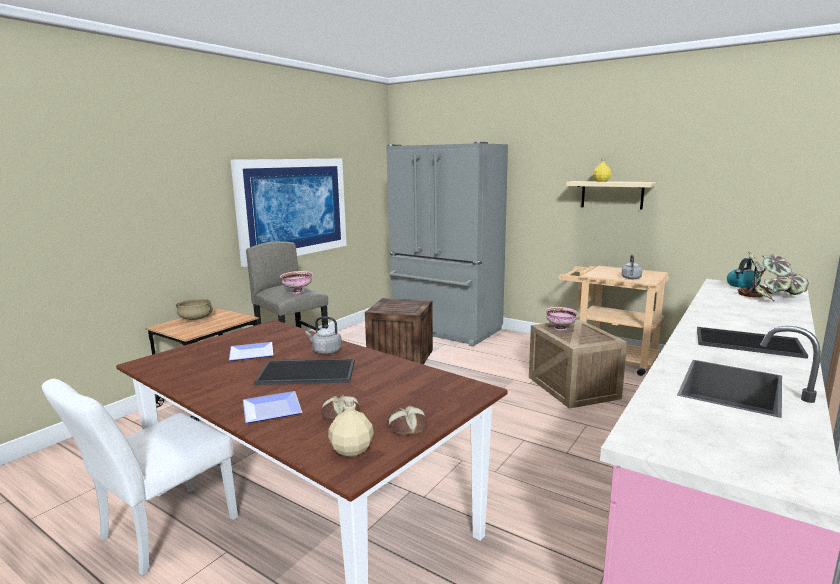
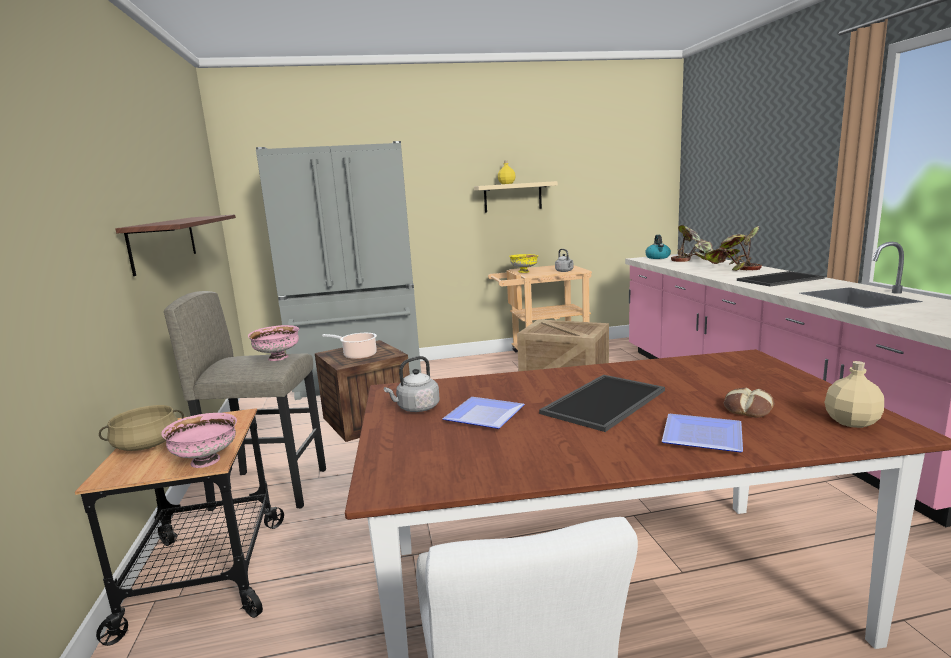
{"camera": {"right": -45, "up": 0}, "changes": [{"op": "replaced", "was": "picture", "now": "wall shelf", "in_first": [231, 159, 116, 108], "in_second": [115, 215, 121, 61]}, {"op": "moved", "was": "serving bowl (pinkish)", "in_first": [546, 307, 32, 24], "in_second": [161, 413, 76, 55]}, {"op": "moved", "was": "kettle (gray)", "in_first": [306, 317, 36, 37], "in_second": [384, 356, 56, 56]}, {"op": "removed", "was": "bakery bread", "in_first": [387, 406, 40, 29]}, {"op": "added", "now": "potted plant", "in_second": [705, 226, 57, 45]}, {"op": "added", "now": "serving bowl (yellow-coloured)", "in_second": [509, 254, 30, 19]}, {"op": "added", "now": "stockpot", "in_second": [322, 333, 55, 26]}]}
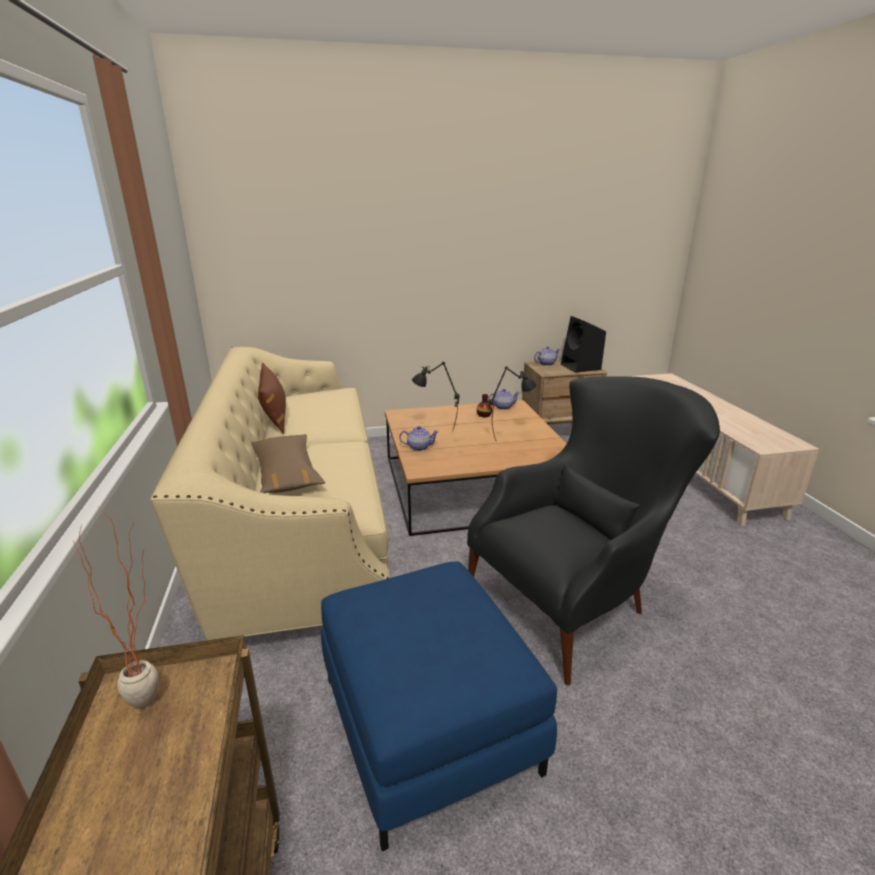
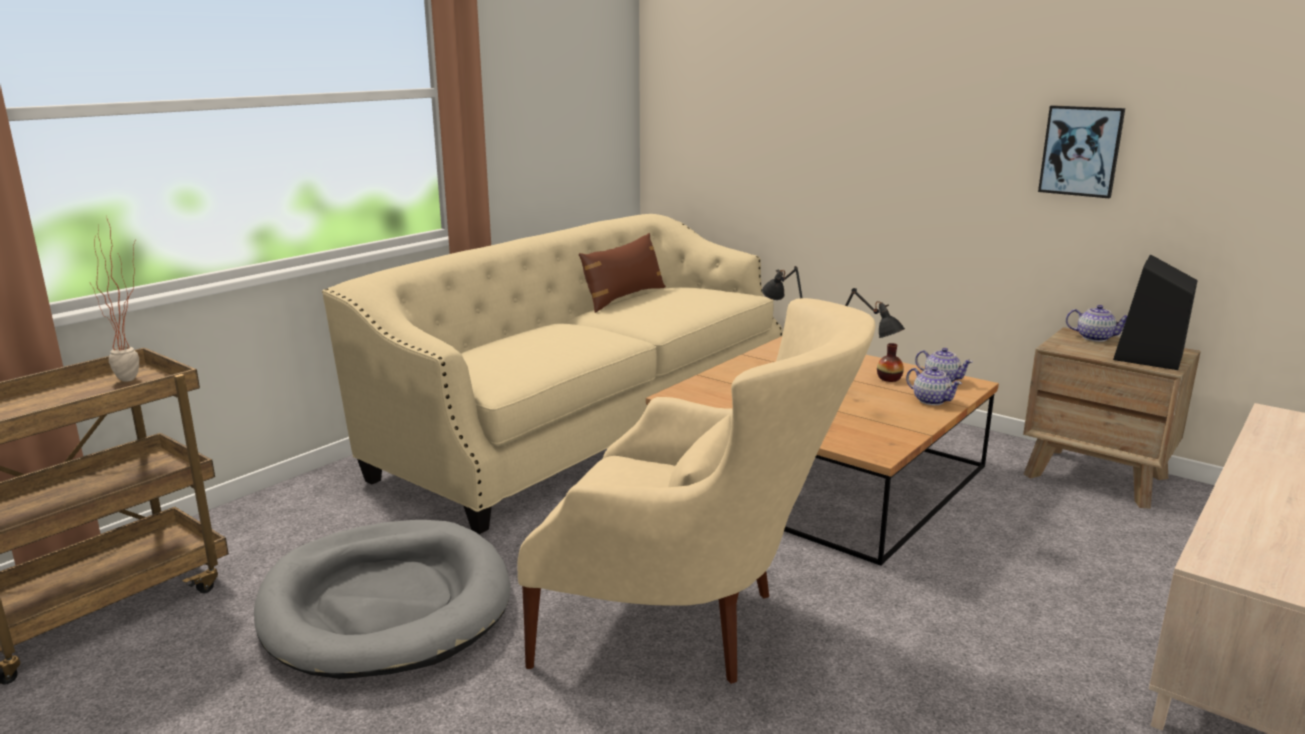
{"camera": {"right": 50, "up": -5}, "changes": [{"op": "recoloured", "was": "lounge chair (black-coloured)", "now": "lounge chair (sand-coloured)", "in_first": [467, 376, 253, 310], "in_second": [517, 298, 359, 386]}, {"op": "moved", "was": "teapot", "in_first": [399, 426, 40, 25], "in_second": [906, 367, 56, 38]}, {"op": "removed", "was": "pillow (brown-coloured)", "in_first": [251, 434, 74, 59]}, {"op": "replaced", "was": "ottoman (blue-coloured)", "now": "dog bed (gray)", "in_first": [321, 561, 236, 290], "in_second": [254, 520, 257, 159]}, {"op": "added", "now": "picture", "in_second": [1038, 105, 87, 93]}]}
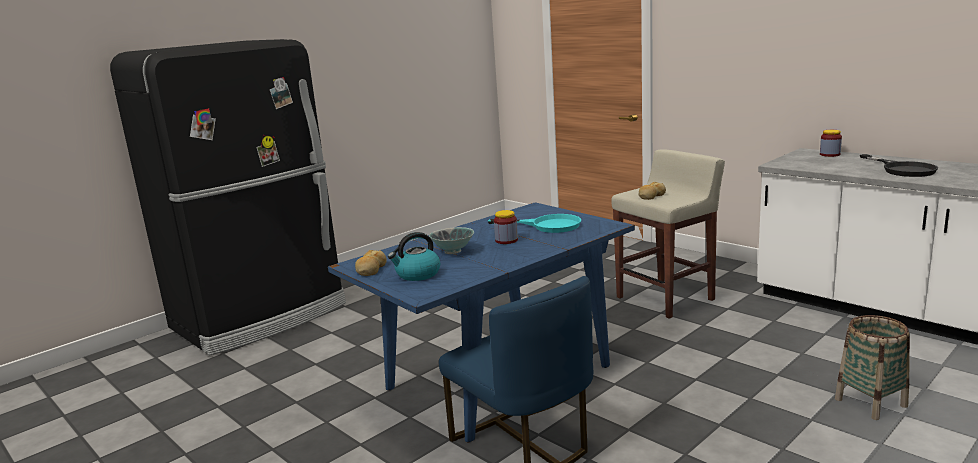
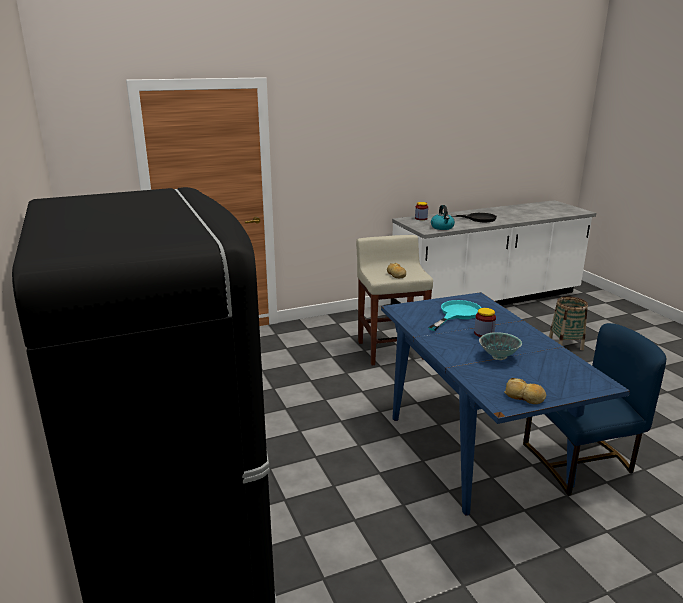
{"camera": {"right": -70, "up": 5}, "changes": [{"op": "moved", "was": "kettle", "in_first": [388, 232, 52, 49], "in_second": [431, 205, 24, 25]}]}
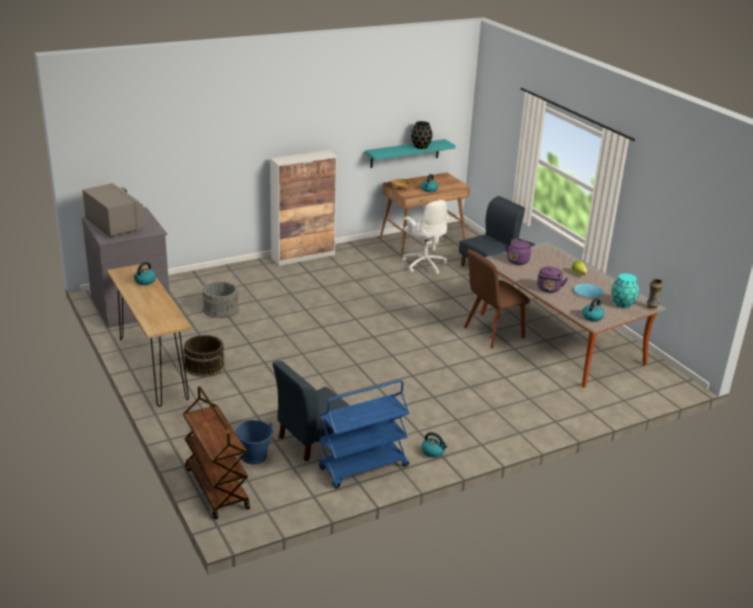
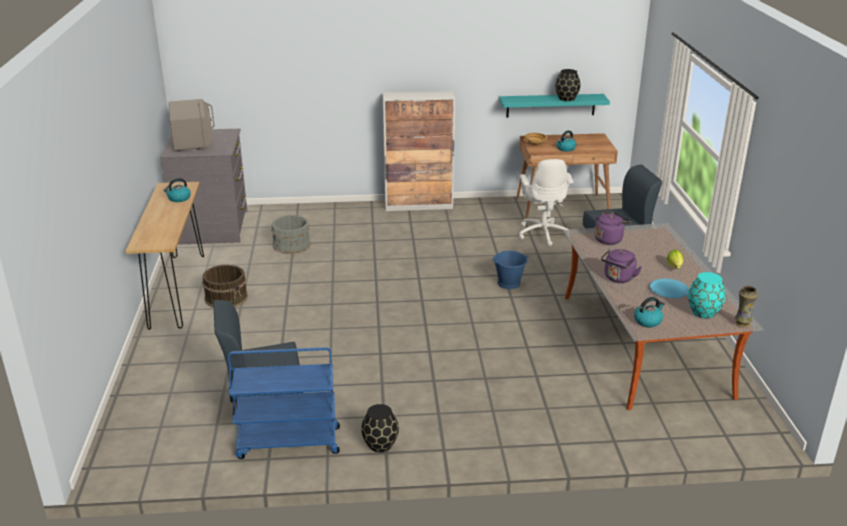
{"camera": {"right": 25, "up": 0}, "changes": [{"op": "removed", "was": "chair (brown-coloured)", "in_first": [464, 249, 66, 100]}, {"op": "removed", "was": "cart (brown-coloured)", "in_first": [183, 386, 67, 133]}, {"op": "moved", "was": "water bucket (blue-coloured)", "in_first": [235, 420, 38, 45], "in_second": [492, 250, 37, 39]}, {"op": "replaced", "was": "kettle", "now": "vase (black-coloured)", "in_first": [421, 432, 27, 26], "in_second": [361, 404, 38, 49]}]}
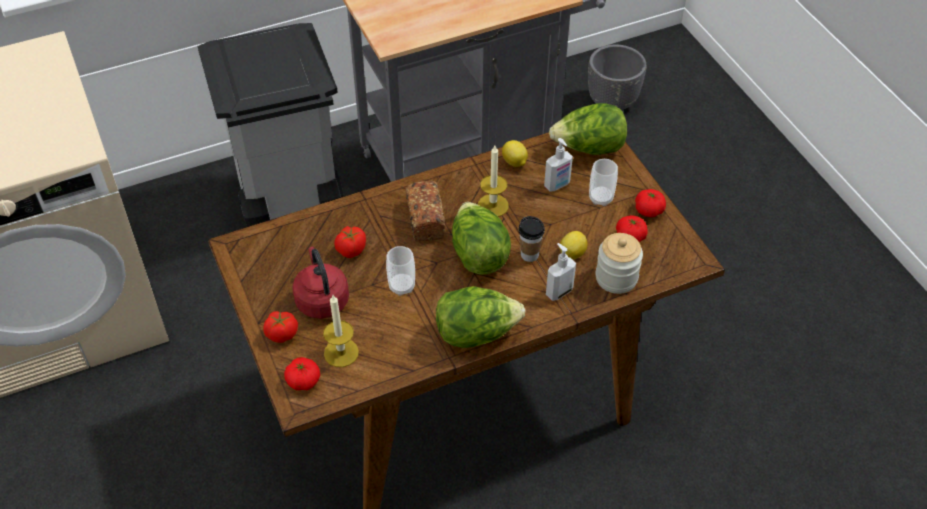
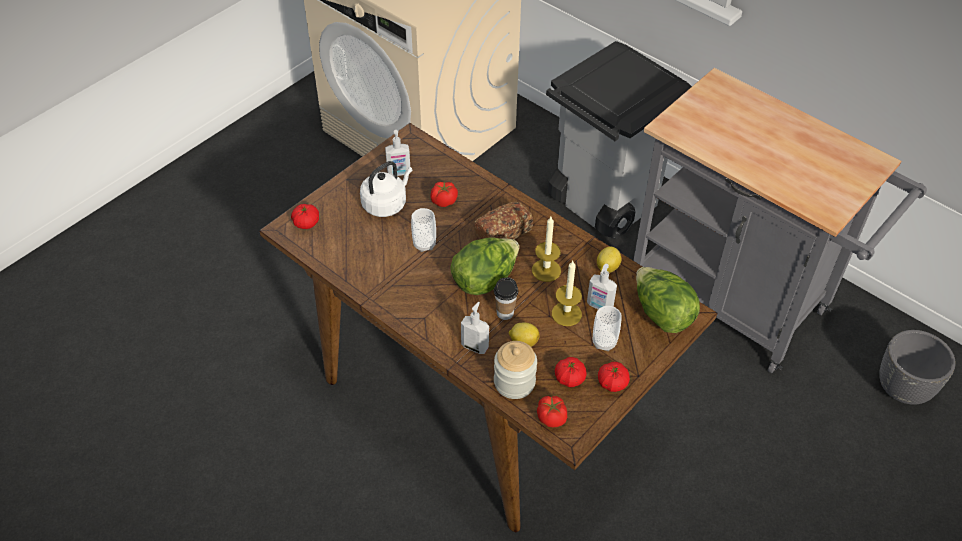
{"camera": {"right": 65, "up": 0}, "changes": [{"op": "recoloured", "was": "kettle (reddish)", "now": "kettle (white-coloured)", "in_first": [293, 246, 56, 73], "in_second": [360, 161, 53, 56]}, {"op": "removed", "was": "lettuce", "in_first": [436, 286, 89, 62]}, {"op": "moved", "was": "wax light", "in_first": [323, 295, 36, 72], "in_second": [552, 261, 30, 65]}, {"op": "moved", "was": "whole tomato", "in_first": [263, 311, 35, 32], "in_second": [537, 396, 30, 32]}, {"op": "added", "now": "soap dispenser", "in_second": [385, 130, 25, 46]}]}
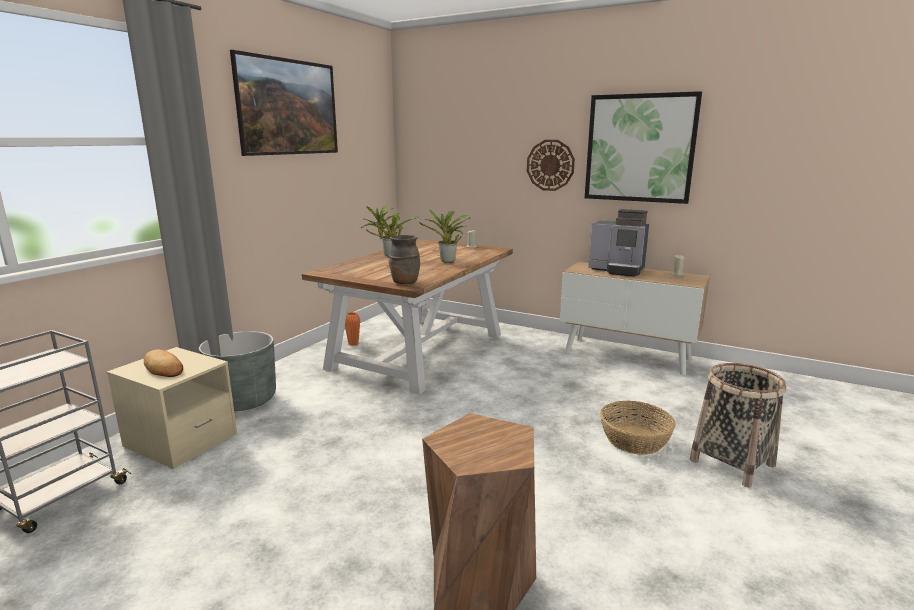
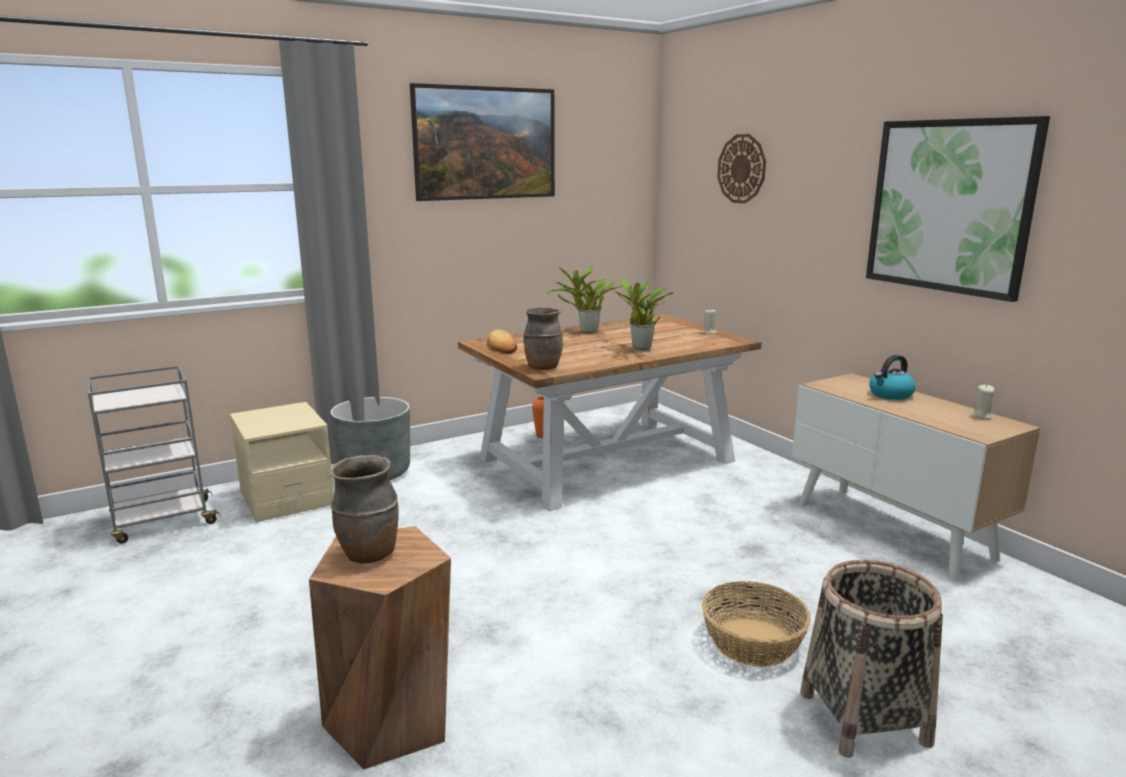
{"camera": {"right": 30, "up": 0}, "changes": [{"op": "moved", "was": "clock on the wall", "in_first": [527, 140, 48, 51], "in_second": [717, 134, 49, 70]}, {"op": "replaced", "was": "coffee machine", "now": "kettle", "in_first": [588, 209, 61, 68], "in_second": [869, 355, 47, 45]}, {"op": "moved", "was": "bakery bread", "in_first": [144, 349, 39, 28], "in_second": [487, 330, 30, 23]}, {"op": "added", "now": "vase (brown-coloured)", "in_second": [330, 455, 69, 109]}]}
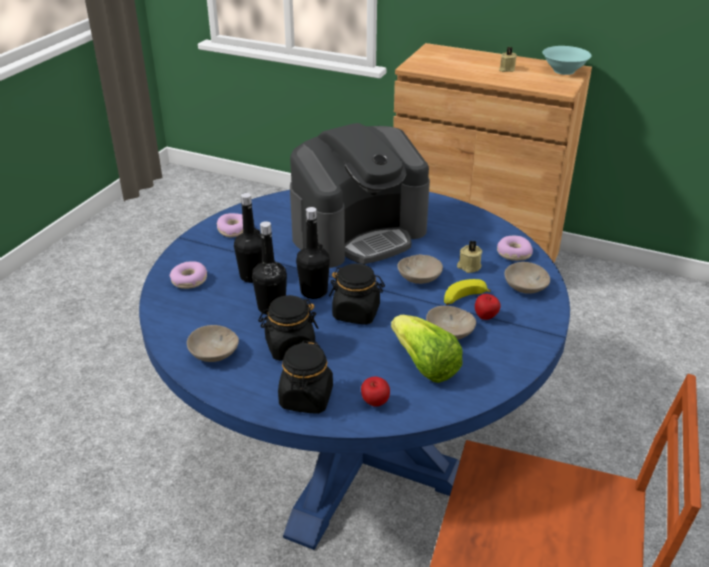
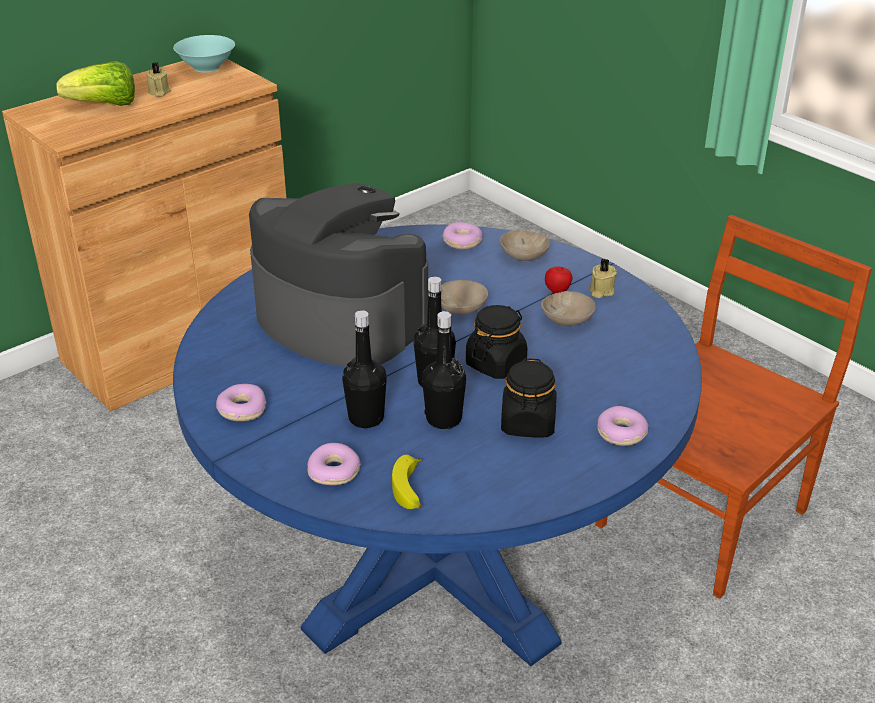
{"camera": {"right": -65, "up": 0}, "changes": [{"op": "turned", "was": "coffee machine", "in_first": [290, 123, 140, 145], "in_second": [249, 183, 179, 184], "clockwise": -45}, {"op": "moved", "was": "wax light (sand-coloured)", "in_first": [457, 241, 25, 32], "in_second": [590, 259, 27, 39]}, {"op": "moved", "was": "whole banana", "in_first": [444, 279, 47, 26], "in_second": [392, 455, 29, 54]}, {"op": "moved", "was": "lettuce", "in_first": [391, 315, 72, 68], "in_second": [56, 61, 79, 45]}, {"op": "removed", "was": "serving bowl (sand-coloured)", "in_first": [187, 325, 52, 37]}, {"op": "replaced", "was": "jar (black-coloured)", "now": "donut", "in_first": [278, 340, 55, 74], "in_second": [597, 406, 52, 40]}, {"op": "removed", "was": "apple", "in_first": [361, 377, 29, 30]}]}
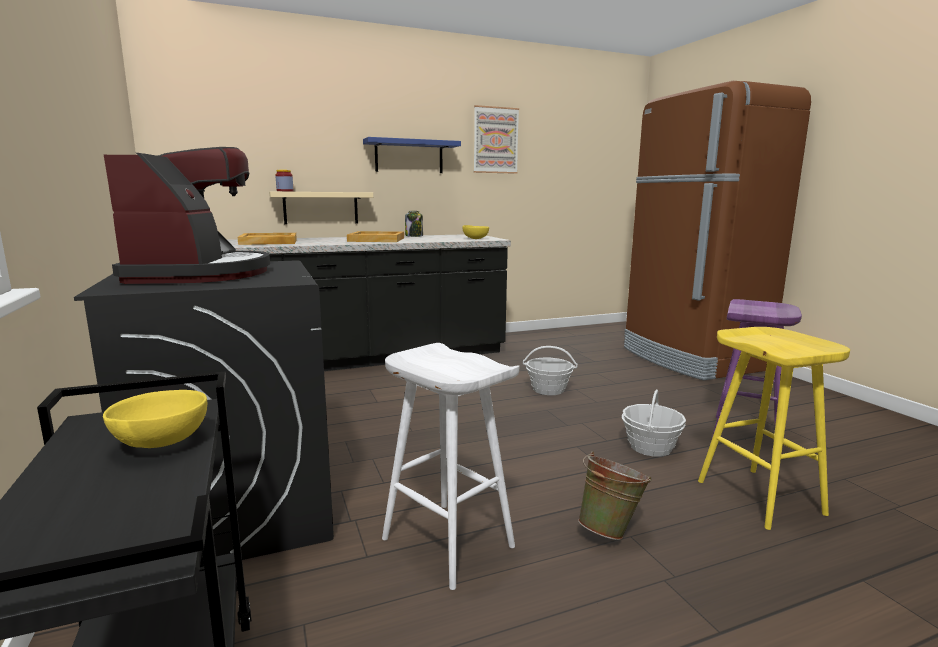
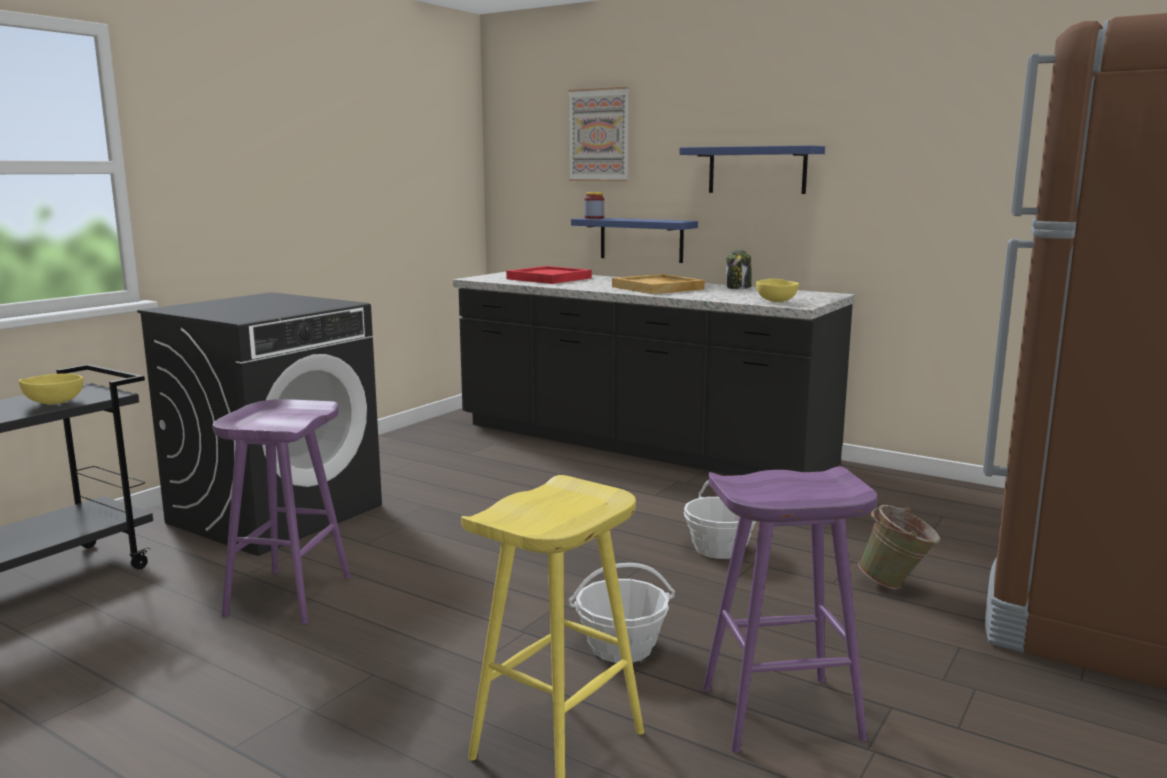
{"camera": {"right": 55, "up": 0}, "changes": [{"op": "moved", "was": "picture", "in_first": [473, 105, 46, 69], "in_second": [569, 87, 60, 95]}, {"op": "removed", "was": "coffee machine", "in_first": [104, 147, 166, 137]}, {"op": "recoloured", "was": "wall shelf (sand-coloured)", "now": "wall shelf (blue-coloured)", "in_first": [269, 192, 104, 32], "in_second": [571, 218, 127, 45]}, {"op": "recoloured", "was": "tray (sand-coloured)", "now": "tray (reddish)", "in_first": [238, 233, 59, 12], "in_second": [506, 266, 86, 18]}, {"op": "recoloured", "was": "stool seat (white-coloured)", "now": "stool seat (purplish)", "in_first": [382, 343, 137, 247], "in_second": [212, 399, 139, 225]}, {"op": "moved", "was": "water bucket (greenish)", "in_first": [578, 451, 74, 89], "in_second": [858, 505, 82, 84]}]}
